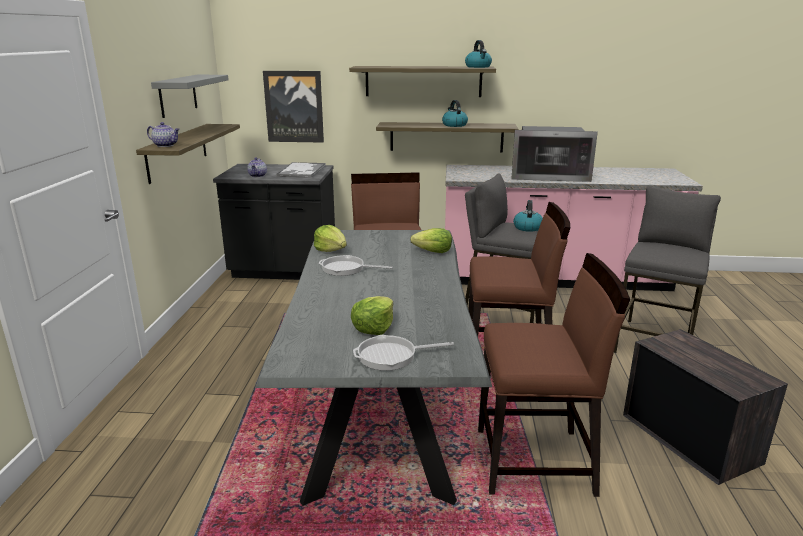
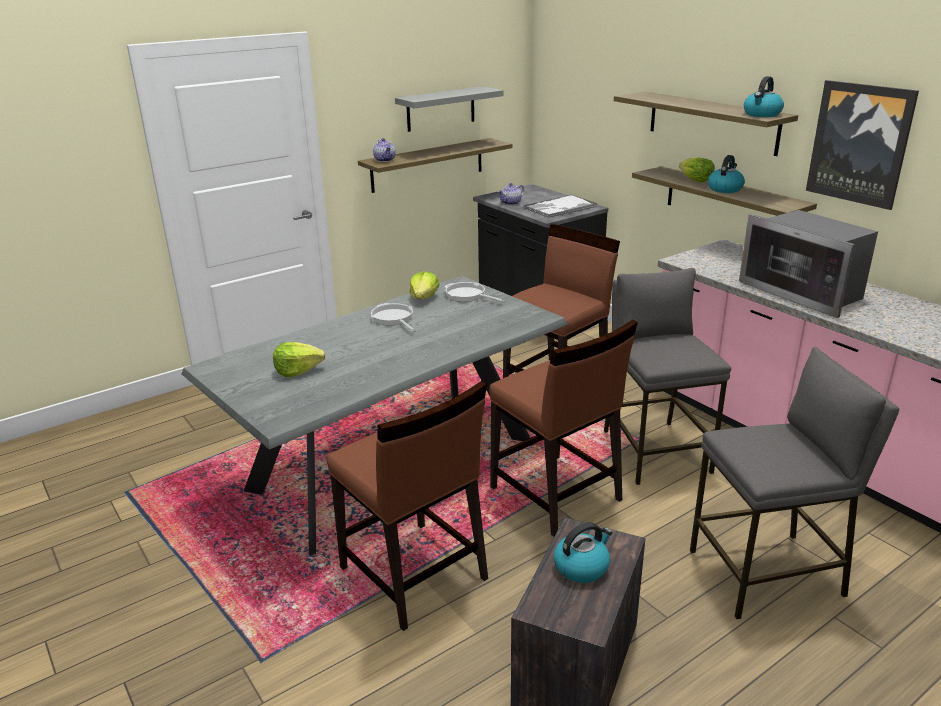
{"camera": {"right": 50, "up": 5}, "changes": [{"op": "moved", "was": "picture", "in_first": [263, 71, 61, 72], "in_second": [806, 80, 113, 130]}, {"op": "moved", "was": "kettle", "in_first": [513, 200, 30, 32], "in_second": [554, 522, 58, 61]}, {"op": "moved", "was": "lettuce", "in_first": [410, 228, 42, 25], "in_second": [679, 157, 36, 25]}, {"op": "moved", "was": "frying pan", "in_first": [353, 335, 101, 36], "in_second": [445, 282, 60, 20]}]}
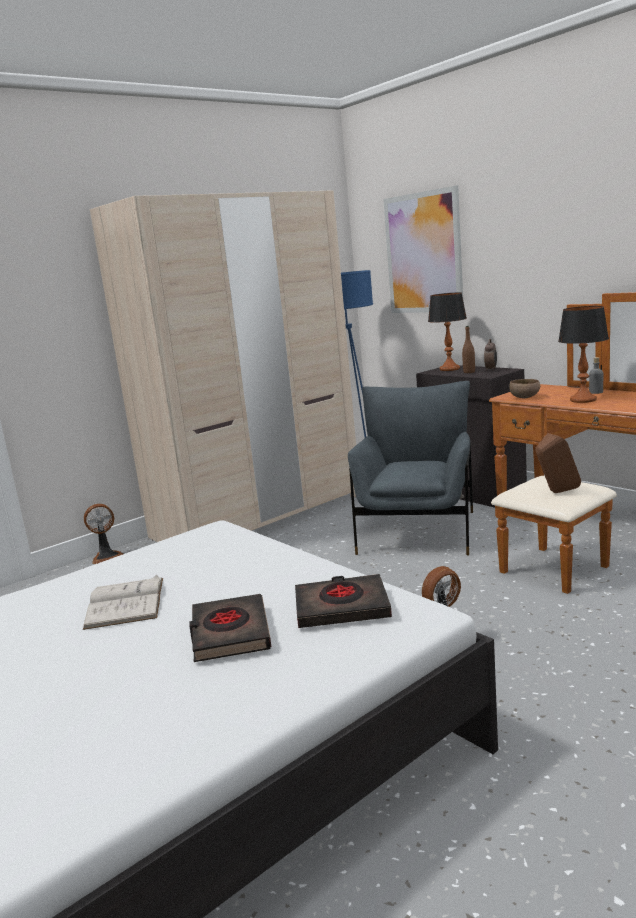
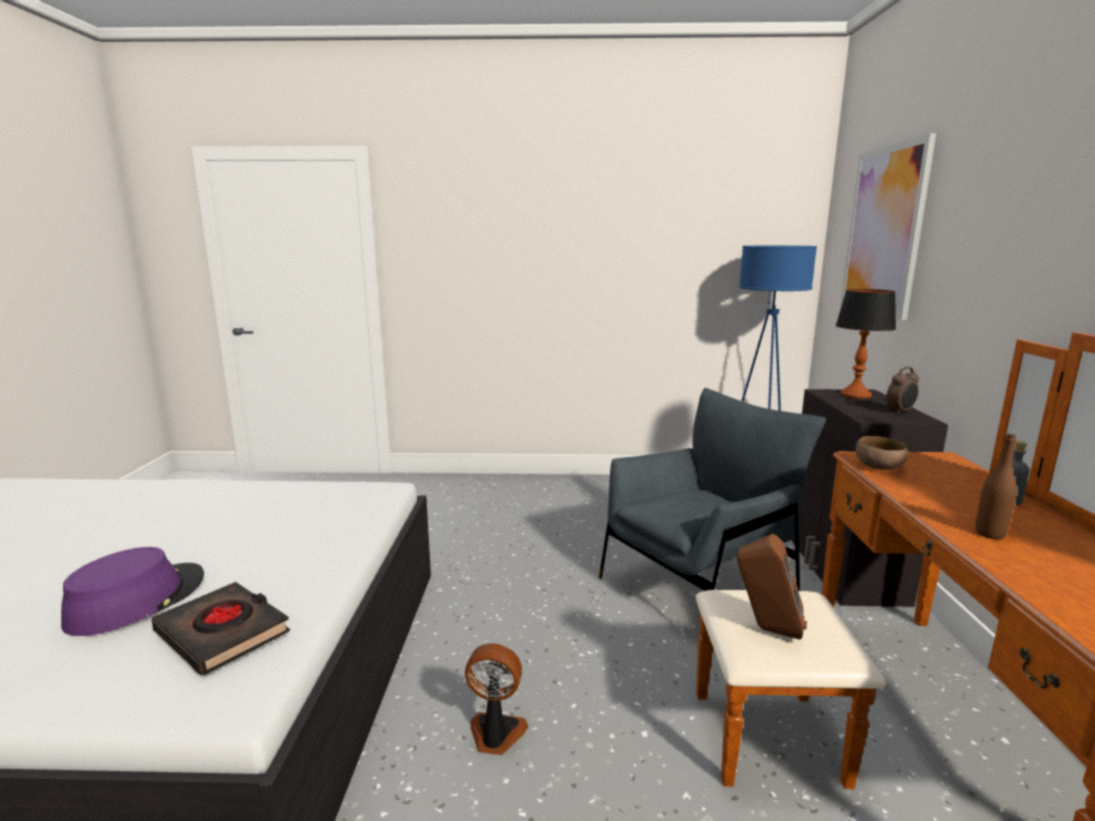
{"camera": {"right": 40, "up": 0}, "changes": [{"op": "removed", "was": "armoire (sand-coloured)", "in_first": [90, 190, 266, 352]}, {"op": "removed", "was": "tabletop lamp", "in_first": [558, 306, 51, 97]}, {"op": "moved", "was": "drink bottle (brown-coloured)", "in_first": [462, 326, 13, 47], "in_second": [975, 434, 42, 105]}, {"op": "removed", "was": "fan", "in_first": [84, 504, 39, 60]}, {"op": "removed", "was": "book (white-coloured)", "in_first": [83, 574, 80, 56]}, {"op": "replaced", "was": "book (black-coloured)", "now": "hat (purplish)", "in_first": [189, 594, 82, 68], "in_second": [61, 547, 143, 89]}]}
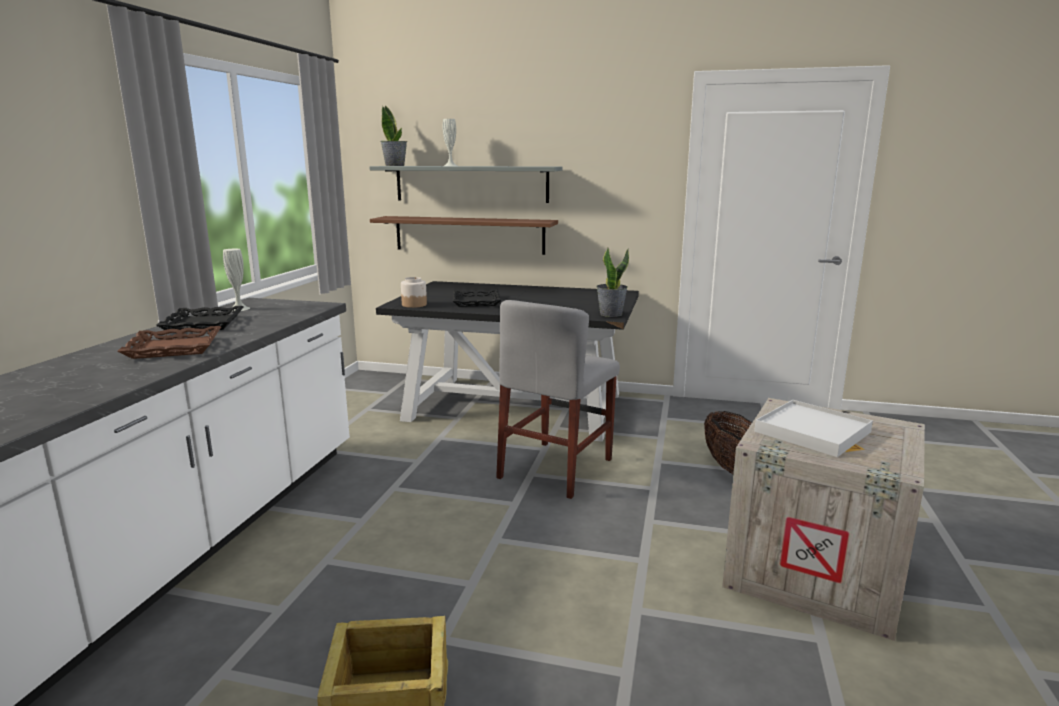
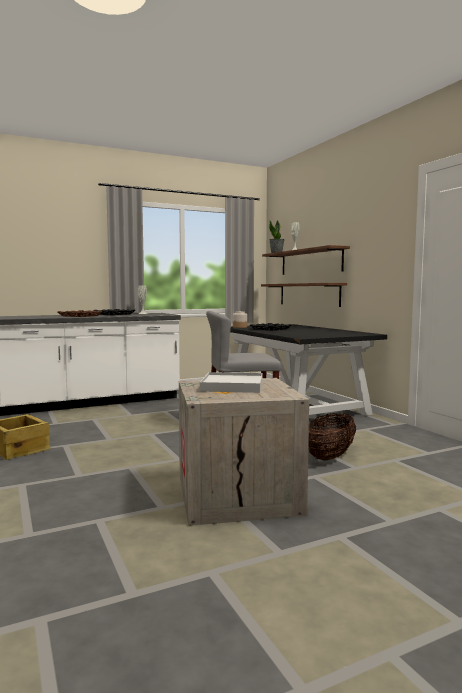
{"camera": {"right": 50, "up": -10}, "changes": [{"op": "recoloured", "was": "wall shelf (gray)", "now": "wall shelf (brown-coloured)", "in_first": [369, 166, 193, 37], "in_second": [262, 245, 88, 30]}, {"op": "removed", "was": "potted plant", "in_first": [596, 248, 33, 69]}]}
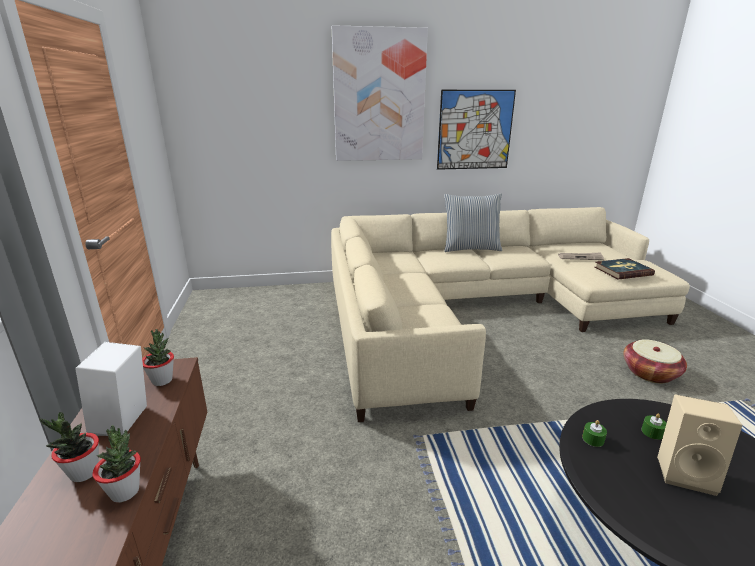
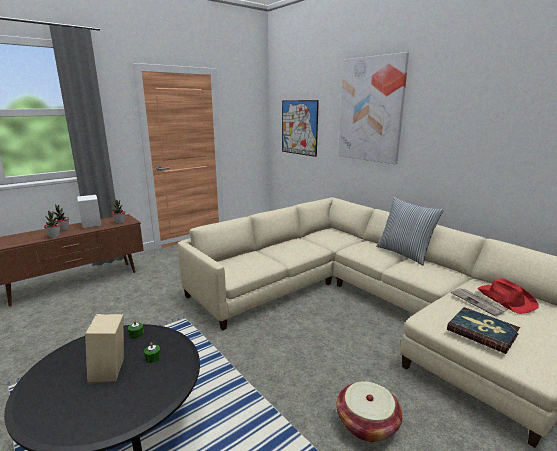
{"camera": {"right": 60, "up": -5}, "changes": [{"op": "moved", "was": "picture", "in_first": [437, 90, 79, 80], "in_second": [282, 100, 37, 57]}, {"op": "added", "now": "hat (reddish)", "in_second": [477, 278, 62, 36]}]}
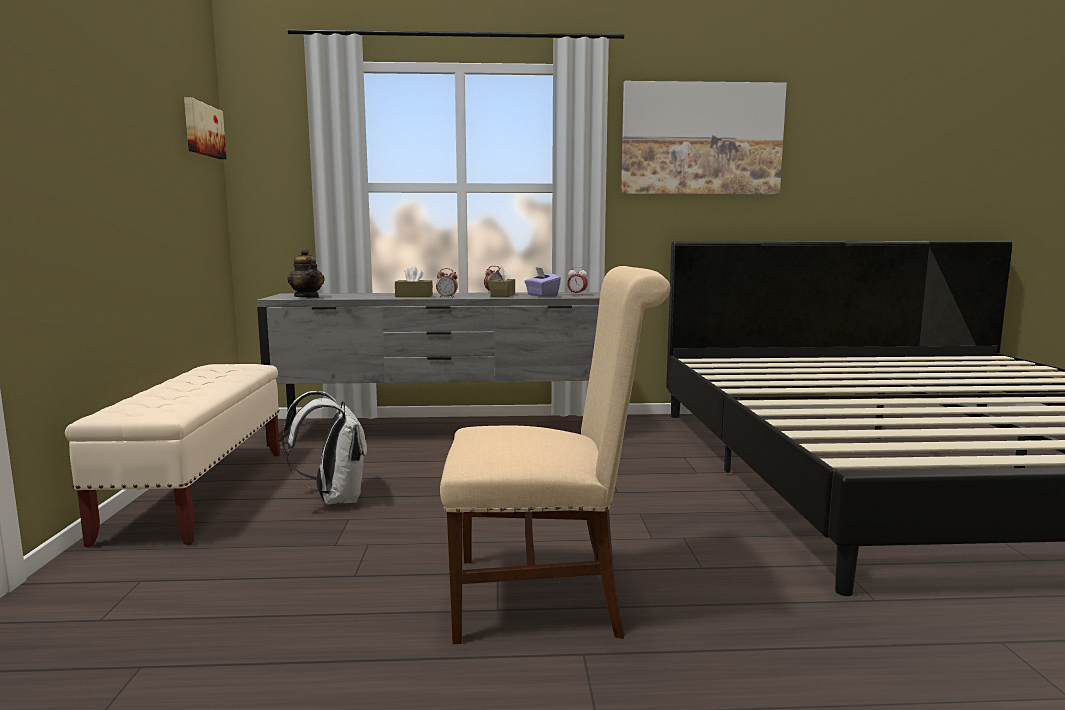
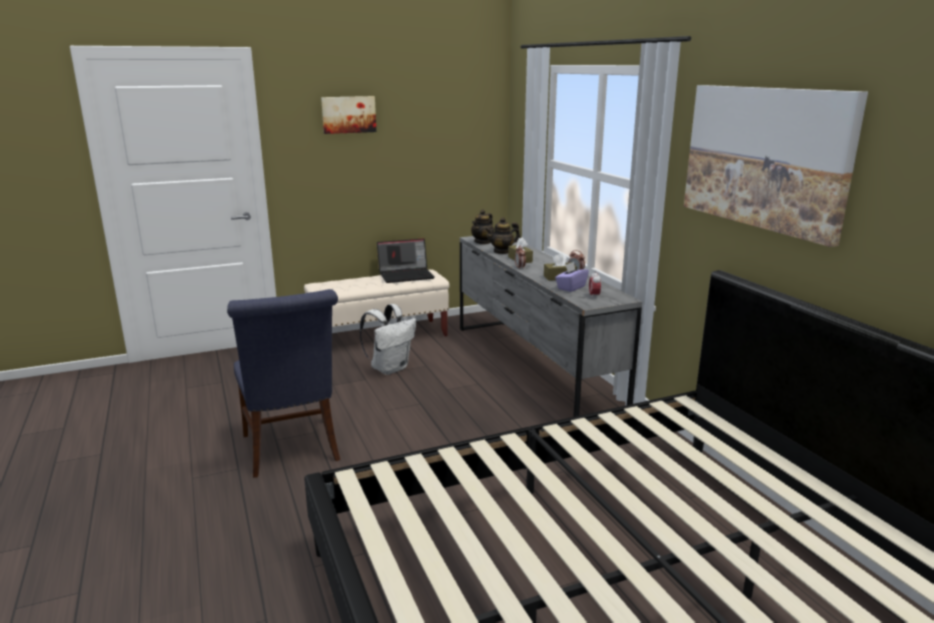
{"camera": {"right": 70, "up": 10}, "changes": [{"op": "moved", "was": "picture", "in_first": [184, 97, 42, 62], "in_second": [321, 96, 55, 38]}, {"op": "recoloured", "was": "chair (sand-coloured)", "now": "chair (blue-coloured)", "in_first": [440, 266, 230, 378], "in_second": [227, 289, 113, 189]}, {"op": "added", "now": "teapot", "in_second": [485, 217, 36, 37]}, {"op": "added", "now": "portable computer", "in_second": [377, 238, 58, 45]}]}
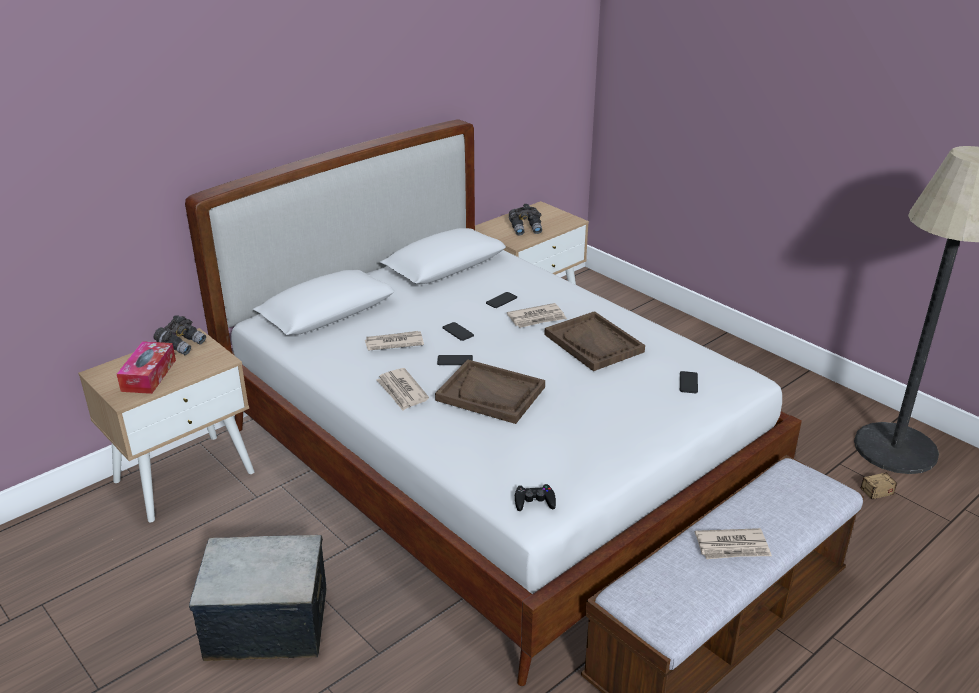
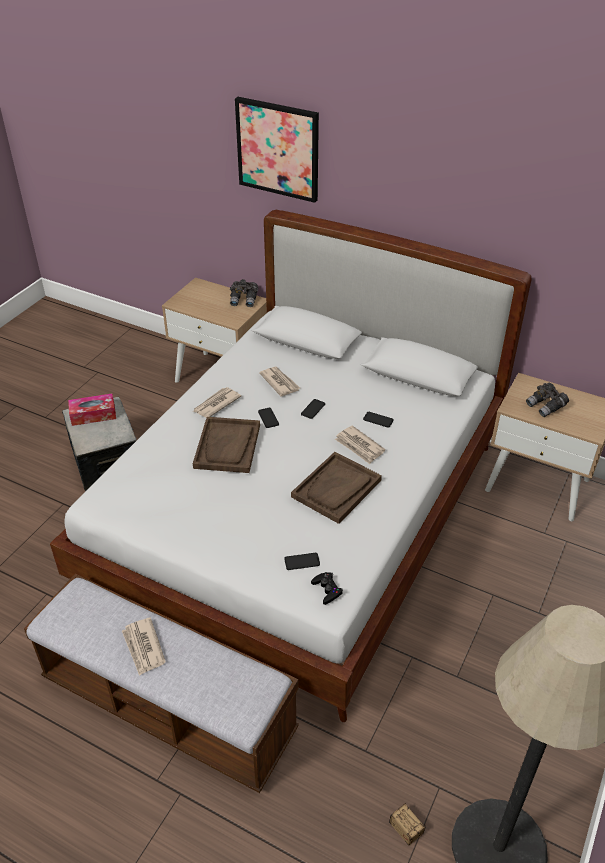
{"camera": {"right": 70, "up": 10}, "changes": [{"op": "moved", "was": "tissue holder", "in_first": [117, 341, 59, 53], "in_second": [68, 394, 48, 32]}, {"op": "moved", "was": "game controller (black-coloured)", "in_first": [515, 484, 41, 27], "in_second": [311, 572, 32, 33]}, {"op": "added", "now": "picture", "in_second": [235, 97, 84, 106]}]}
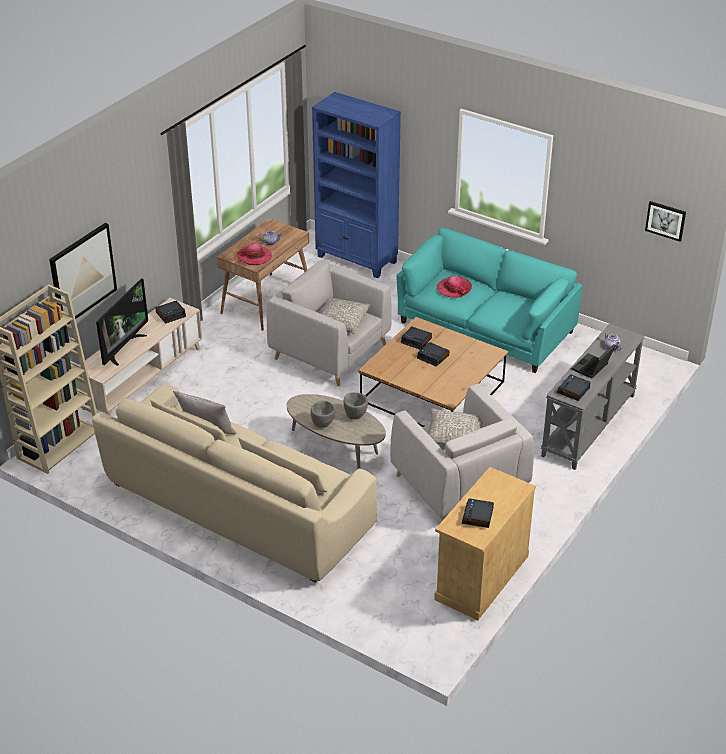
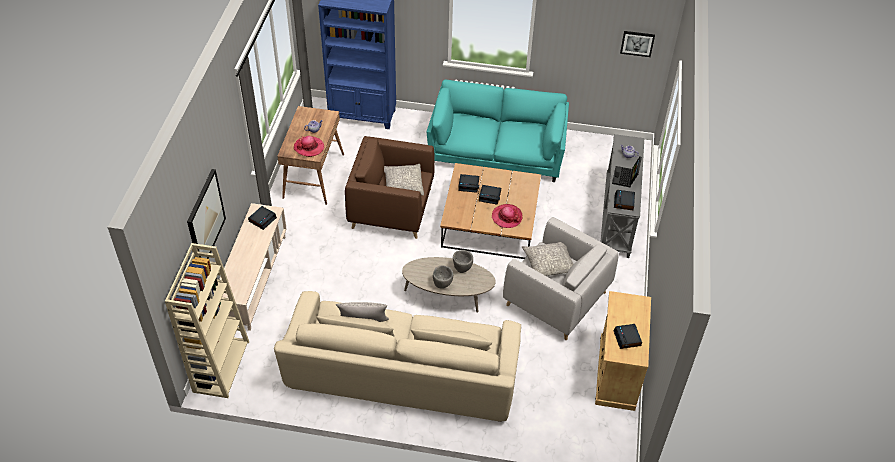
{"camera": {"right": -25, "up": 10}, "changes": [{"op": "recoloured", "was": "lounge chair (gray)", "now": "lounge chair (brown-coloured)", "in_first": [267, 260, 125, 126], "in_second": [345, 136, 90, 103]}, {"op": "moved", "was": "hat", "in_first": [437, 276, 35, 22], "in_second": [492, 204, 30, 24]}, {"op": "removed", "was": "TV", "in_first": [96, 278, 52, 88]}]}
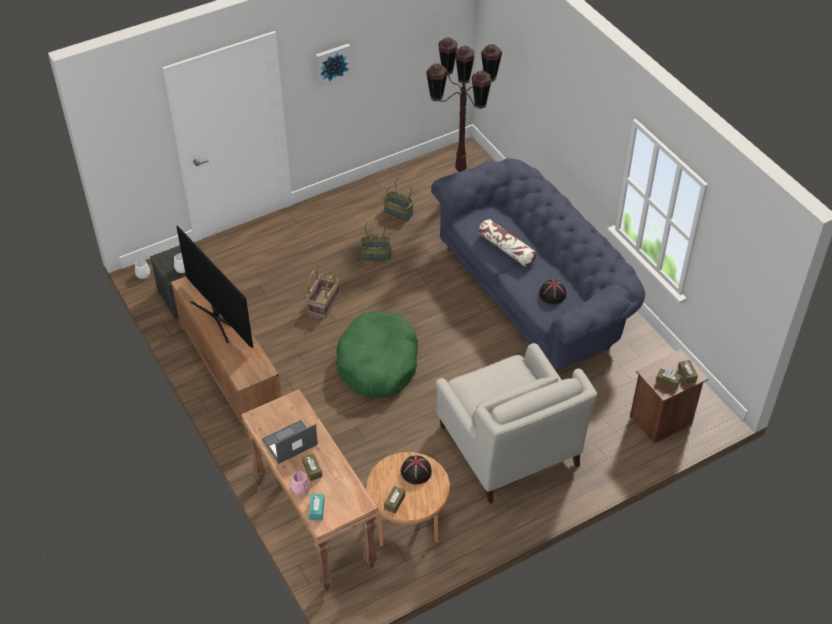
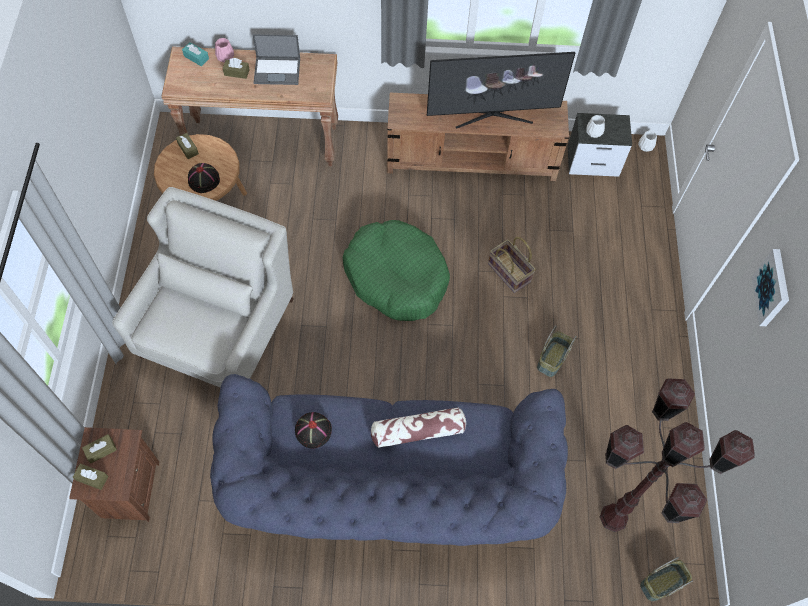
{"camera": {"right": 120, "up": 15}, "changes": [{"op": "moved", "was": "household basket", "in_first": [383, 178, 31, 43], "in_second": [640, 557, 54, 44]}, {"op": "turned", "was": "lounge chair (white-coloured)", "in_first": [435, 343, 162, 161], "in_second": [112, 187, 182, 201], "clockwise": 105}, {"op": "turned", "was": "portable computer", "in_first": [262, 420, 56, 44], "in_second": [252, 34, 48, 51], "clockwise": 90}]}
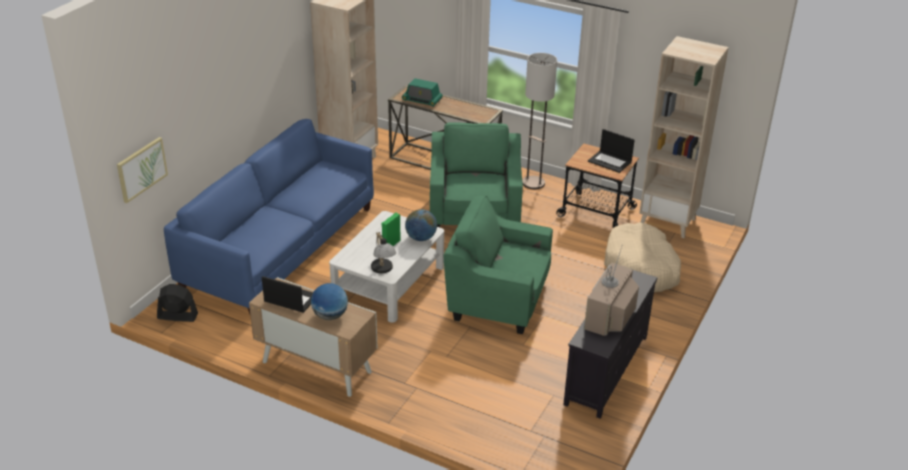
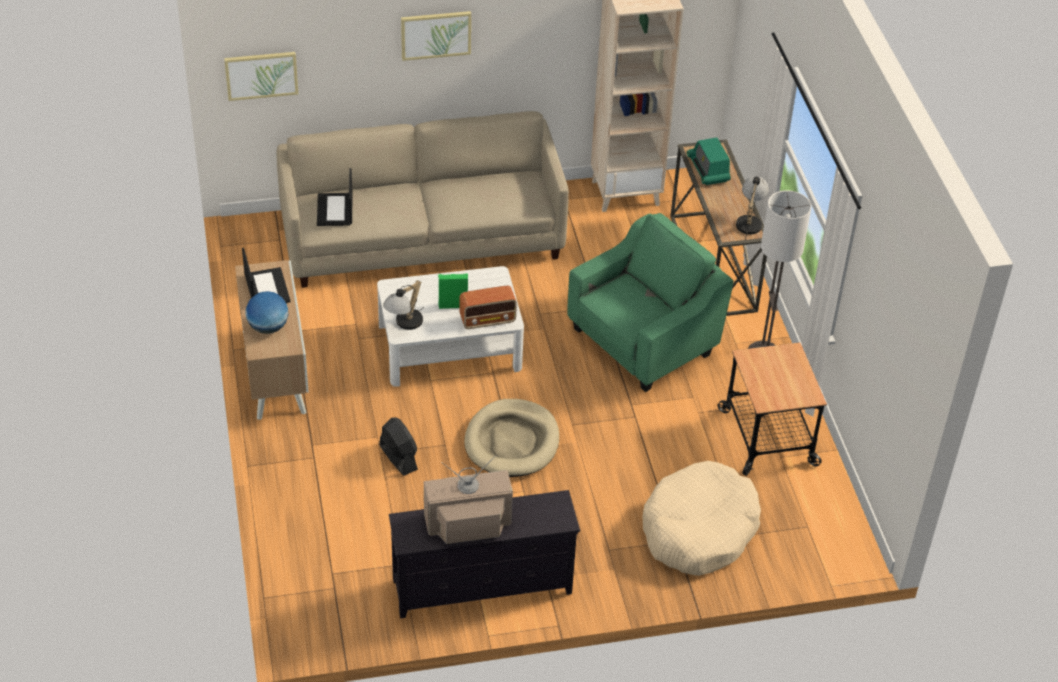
{"camera": {"right": 50, "up": 10}, "changes": [{"op": "removed", "was": "bookcase (sand-coloured)", "in_first": [639, 36, 90, 202]}, {"op": "recoloured", "was": "sofa (blue-coloured)", "now": "sofa (sand-coloured)", "in_first": [164, 119, 210, 195], "in_second": [276, 111, 293, 177]}, {"op": "moved", "was": "portable computer", "in_first": [588, 129, 47, 44], "in_second": [317, 168, 36, 58]}, {"op": "replaced", "was": "lounge chair (greenish)", "now": "dog bed (sand-coloured)", "in_first": [444, 196, 109, 138], "in_second": [464, 399, 95, 78]}, {"op": "replaced", "was": "desk globe", "now": "radio receiver", "in_first": [405, 209, 32, 32], "in_second": [459, 286, 58, 43]}, {"op": "moved", "was": "fan (black-coloured)", "in_first": [157, 284, 41, 38], "in_second": [379, 417, 39, 59]}, {"op": "added", "now": "picture", "in_second": [401, 11, 70, 50]}, {"op": "added", "now": "tabletop lamp", "in_second": [736, 176, 33, 64]}]}
